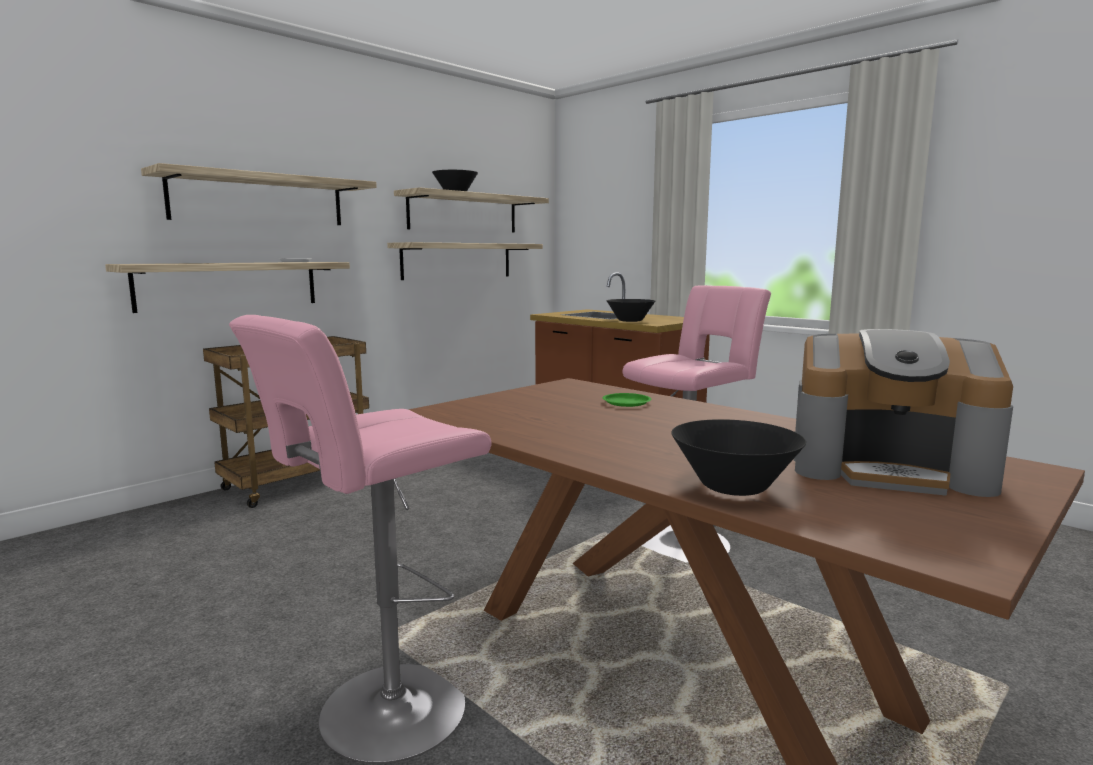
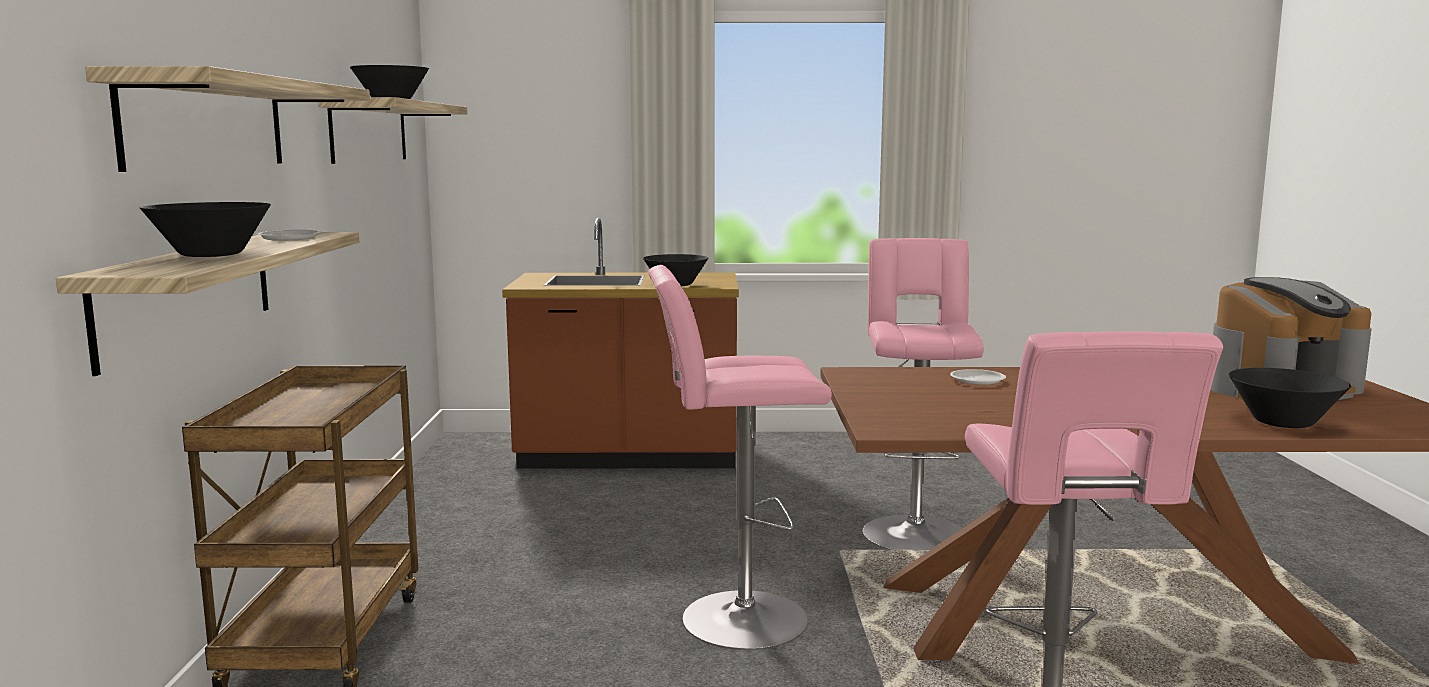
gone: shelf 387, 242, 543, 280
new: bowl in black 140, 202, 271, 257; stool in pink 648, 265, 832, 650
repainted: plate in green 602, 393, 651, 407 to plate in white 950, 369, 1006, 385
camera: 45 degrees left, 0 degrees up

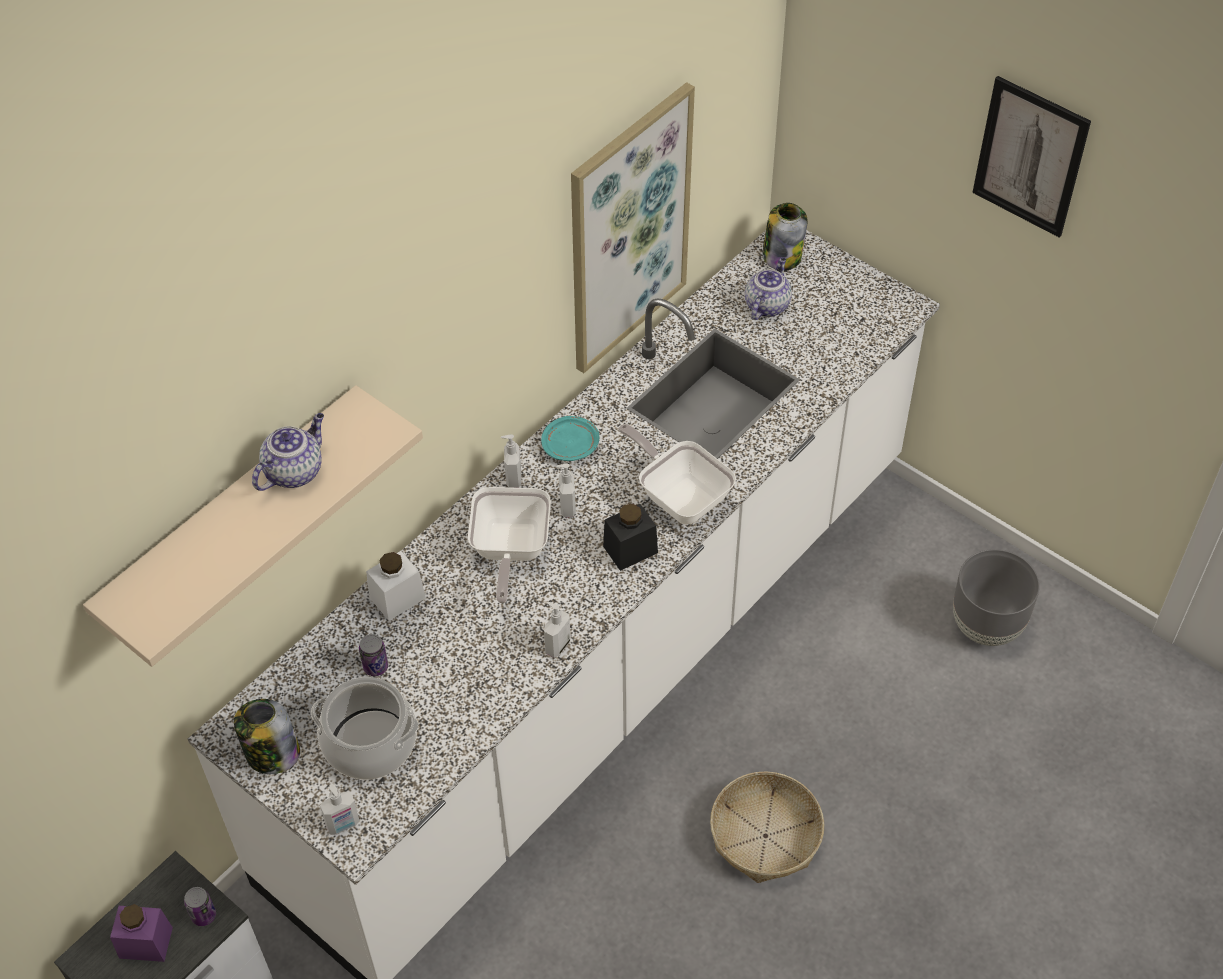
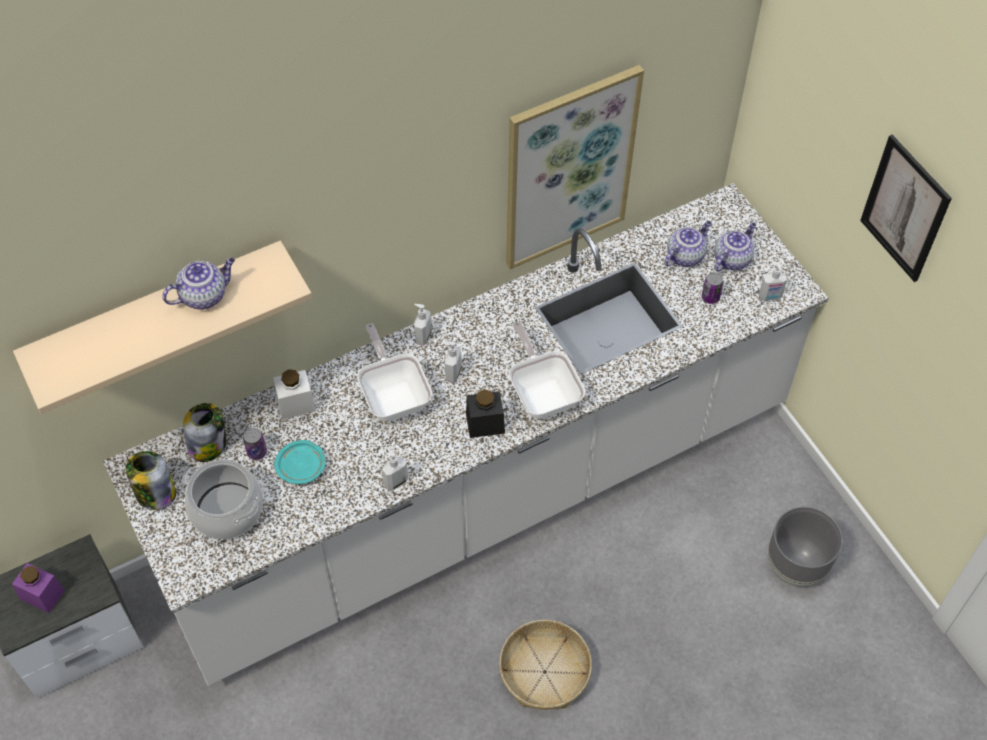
new: teapot 714, 222, 756, 272
shifted: can 184, 887, 216, 926 to 702, 272, 724, 304; soap dispenser 320, 784, 360, 835 to 759, 262, 787, 301; plate in turquoise 541, 416, 599, 461 to 274, 440, 326, 484; jar 762, 203, 808, 271 to 183, 403, 226, 462
rotated: frying pan 468, 487, 551, 603 = 357, 324, 432, 421 135 degrees clockwise
camera: 20 degrees right, 5 degrees up

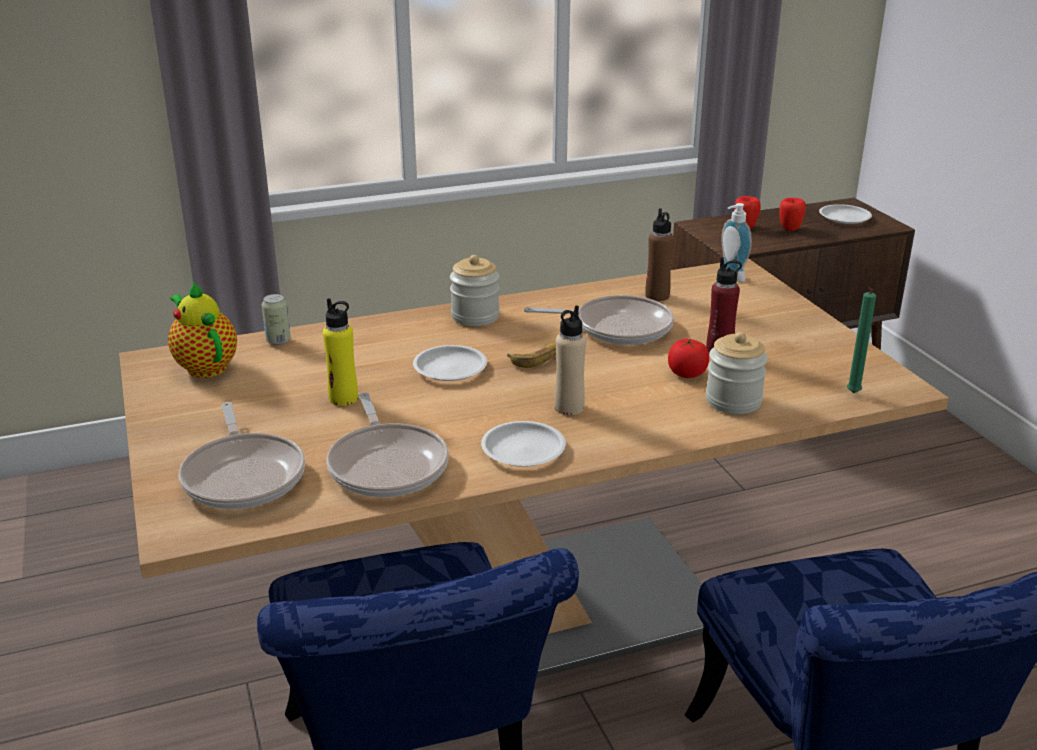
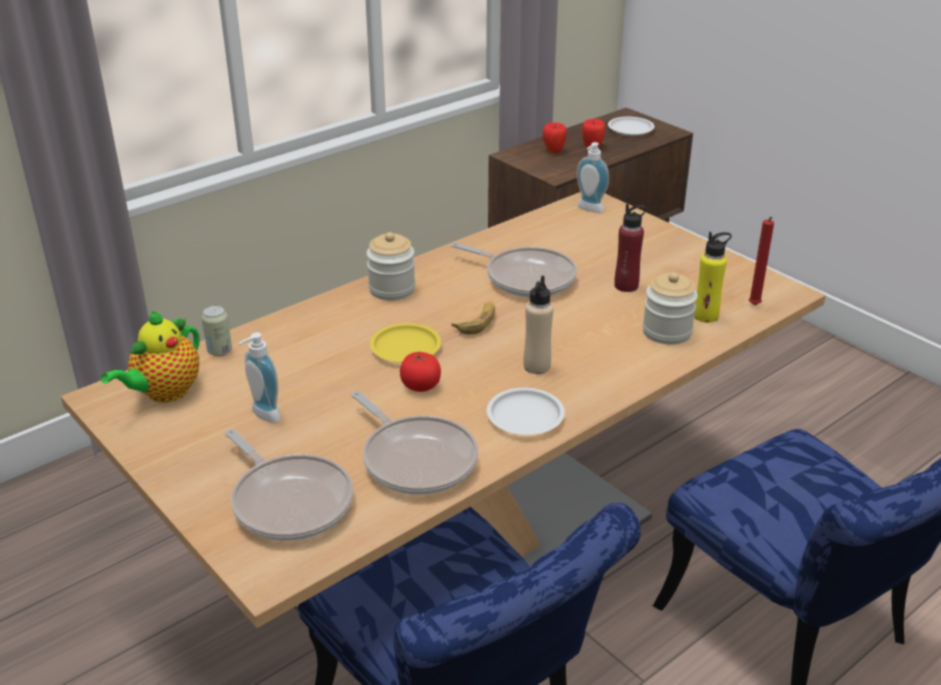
gone: bottle in brown 645, 208, 674, 301
new: soap dispenser 239, 332, 281, 423
shifted: bottle in yellow 323, 298, 358, 406 to 694, 232, 732, 323; tomato 668, 338, 709, 378 to 400, 351, 441, 392
repainted: plate in white 413, 345, 487, 381 to plate in yellow 370, 323, 441, 363; candle in green 847, 287, 876, 393 to candle in red 749, 217, 774, 305
rotated: teapot 168, 281, 237, 378 = 101, 310, 200, 403 90 degrees counterclockwise; frying pan 524, 295, 674, 345 = 451, 242, 577, 298 45 degrees clockwise
camera: 20 degrees left, 5 degrees up

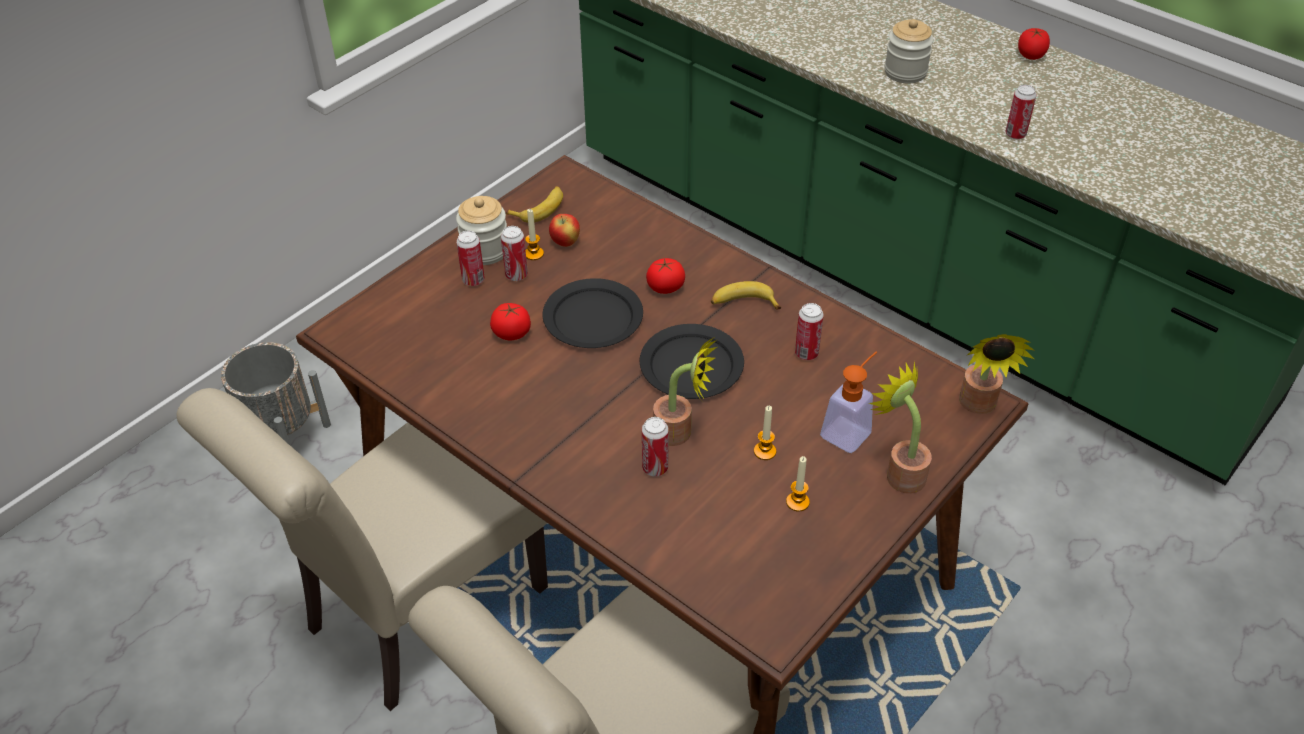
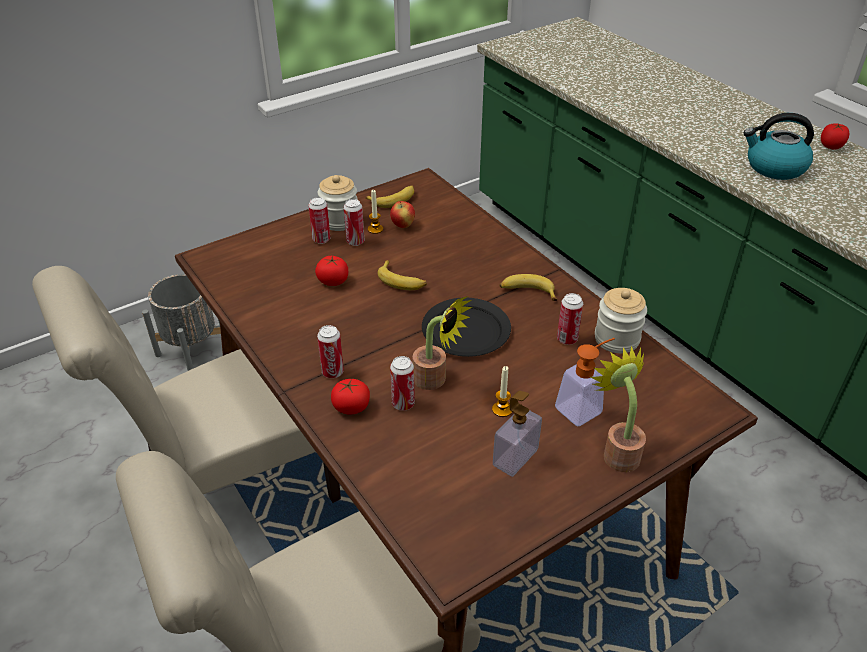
gone: potted plant 959, 334, 1034, 414
new: kettle 744, 113, 814, 180
shifted: tomato 646, 258, 685, 294 to 331, 379, 370, 415; jar 884, 19, 934, 83 to 595, 288, 647, 353; can 1005, 85, 1036, 139 to 317, 325, 344, 378
swapped: plate in black 543, 278, 643, 348 to banana 377, 260, 427, 290; candle 786, 456, 810, 511 to soap dispenser 493, 391, 542, 477
camera: 15 degrees right, 5 degrees down

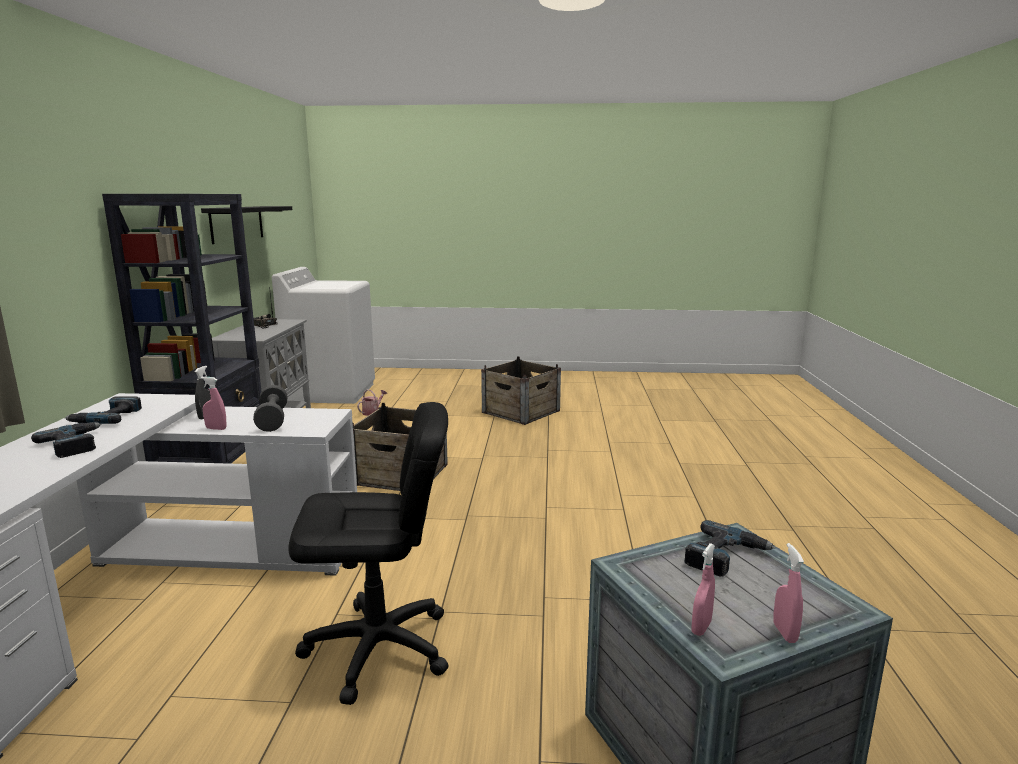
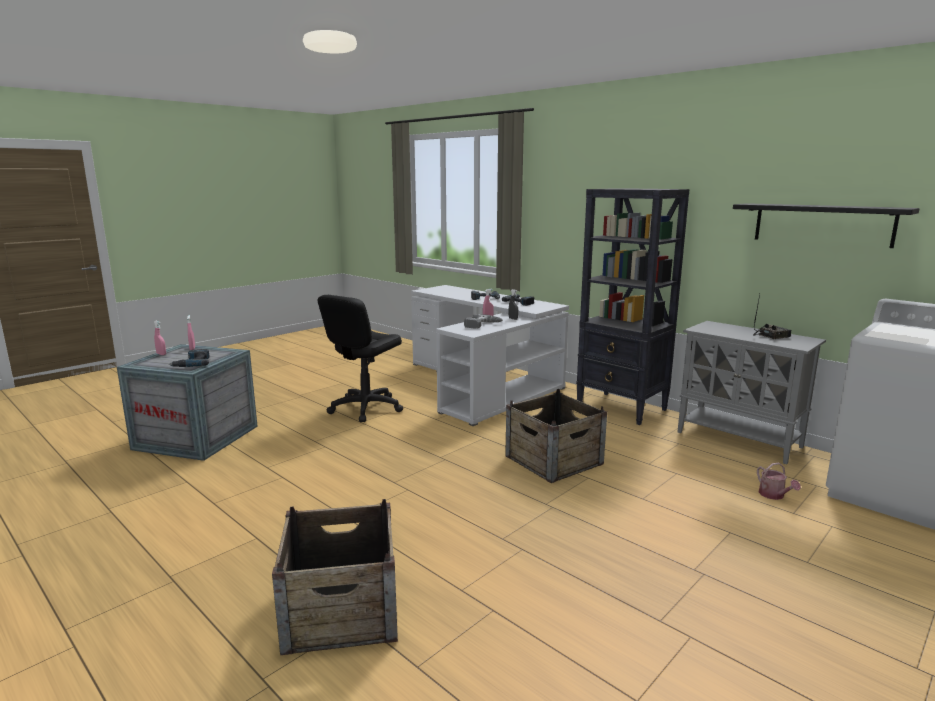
shifted: crate 481, 356, 561, 425 to 272, 499, 398, 655
swapped: dumbbell in grey 253, 385, 288, 432 to power drill 464, 314, 503, 329
camera: 130 degrees right, 0 degrees up

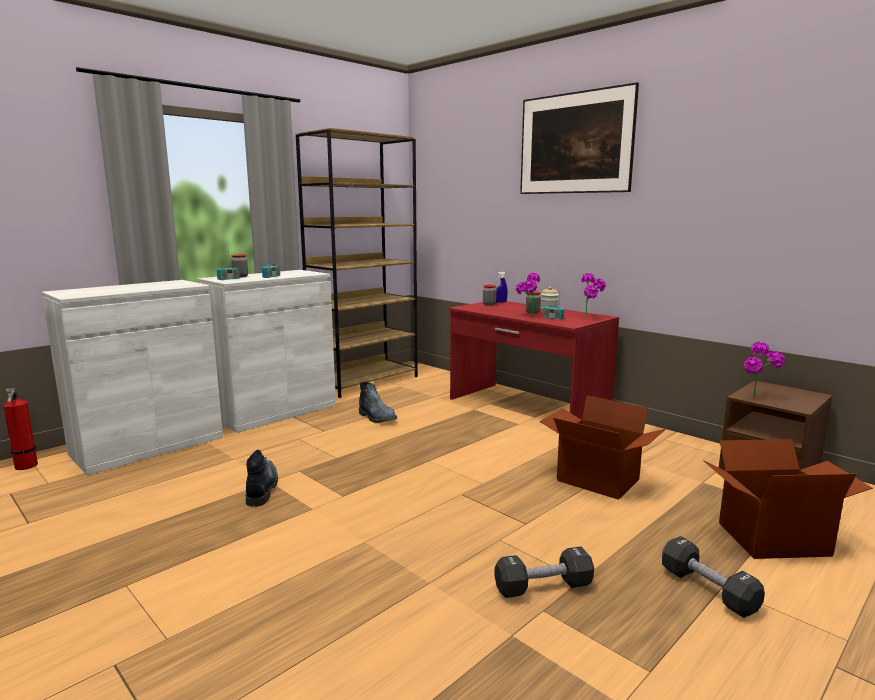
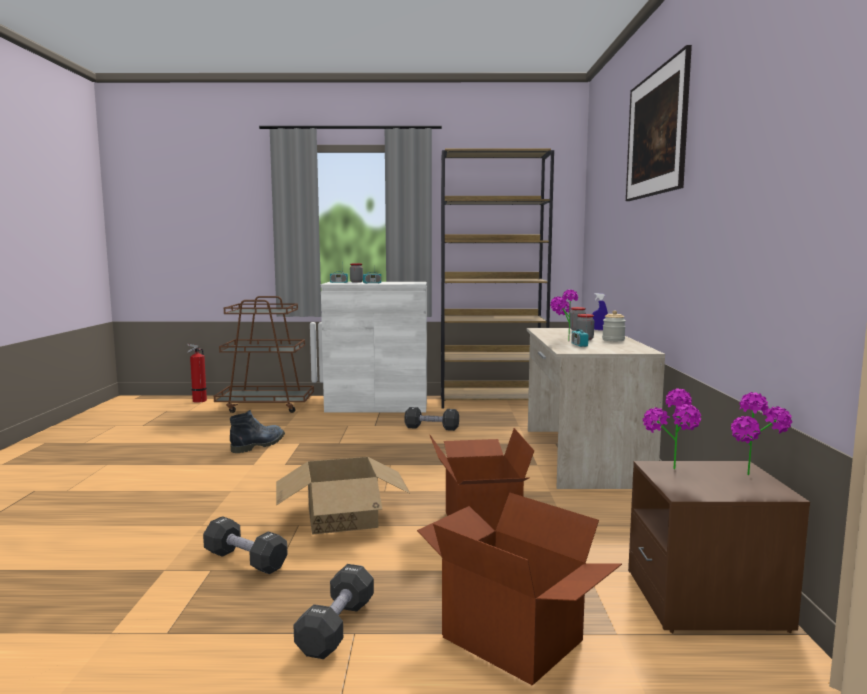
new: cardboard box 276, 457, 410, 535
shifted: potted plant 581, 273, 606, 317 to 731, 392, 792, 475
swapped: cabinet in white 42, 280, 223, 475 to cart in brown 214, 296, 314, 413; boot 359, 382, 397, 423 to dumbbell in black 404, 407, 459, 431
repainted: desk in red 448, 301, 619, 420 to desk in beige 527, 328, 665, 489
camera: 45 degrees right, 5 degrees down

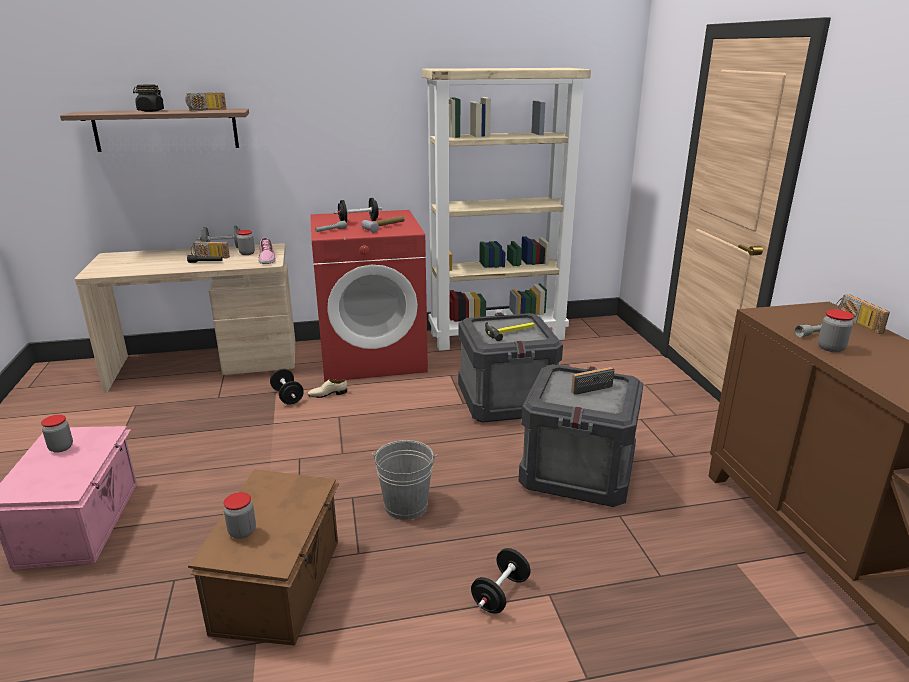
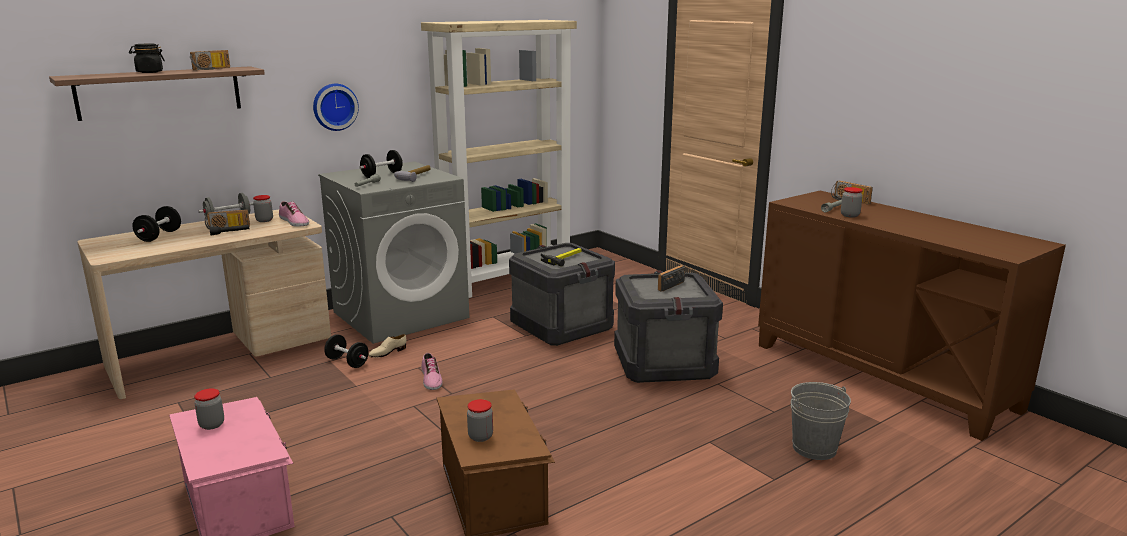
new: wall clock 313, 84, 359, 131; shoe 422, 353, 443, 390
shifted: bucket in grey 372, 440, 438, 520 to 791, 382, 851, 460; dumbbell in black 471, 548, 531, 614 to 132, 206, 181, 242
repainted: washing machine in red 310, 210, 428, 382 to washing machine in grey 318, 161, 469, 344
camera: 25 degrees left, 5 degrees down

